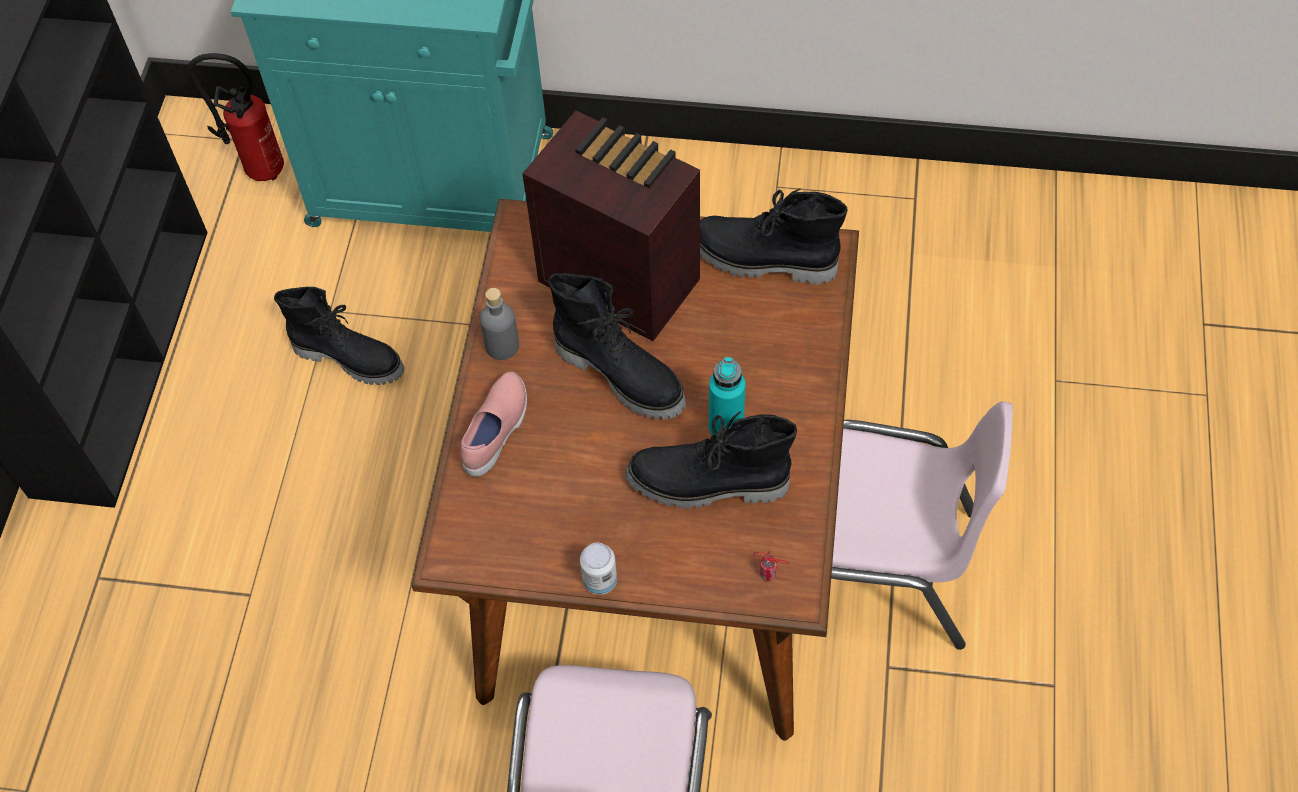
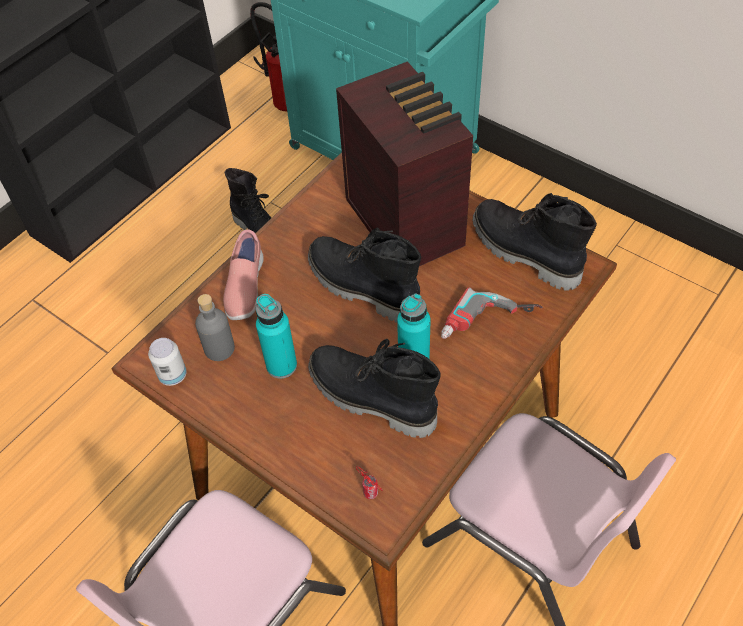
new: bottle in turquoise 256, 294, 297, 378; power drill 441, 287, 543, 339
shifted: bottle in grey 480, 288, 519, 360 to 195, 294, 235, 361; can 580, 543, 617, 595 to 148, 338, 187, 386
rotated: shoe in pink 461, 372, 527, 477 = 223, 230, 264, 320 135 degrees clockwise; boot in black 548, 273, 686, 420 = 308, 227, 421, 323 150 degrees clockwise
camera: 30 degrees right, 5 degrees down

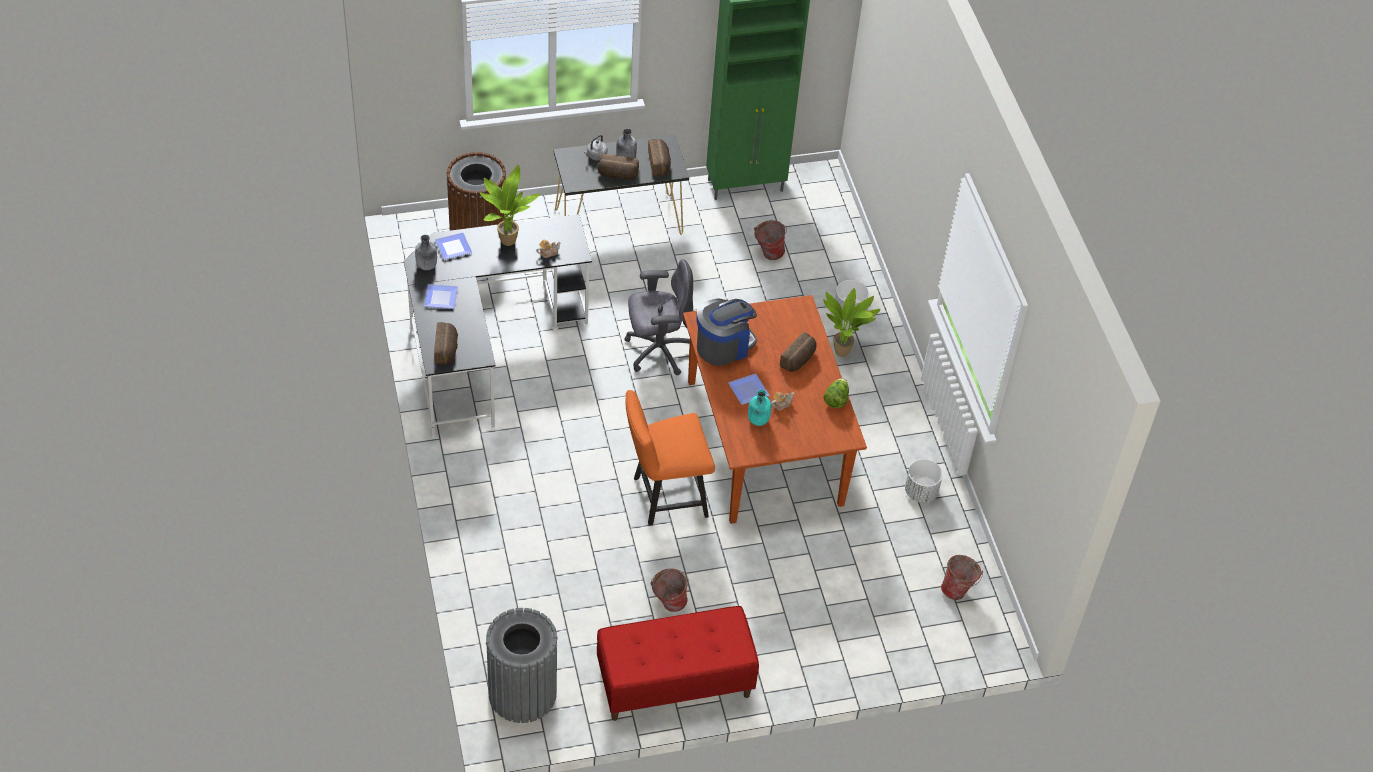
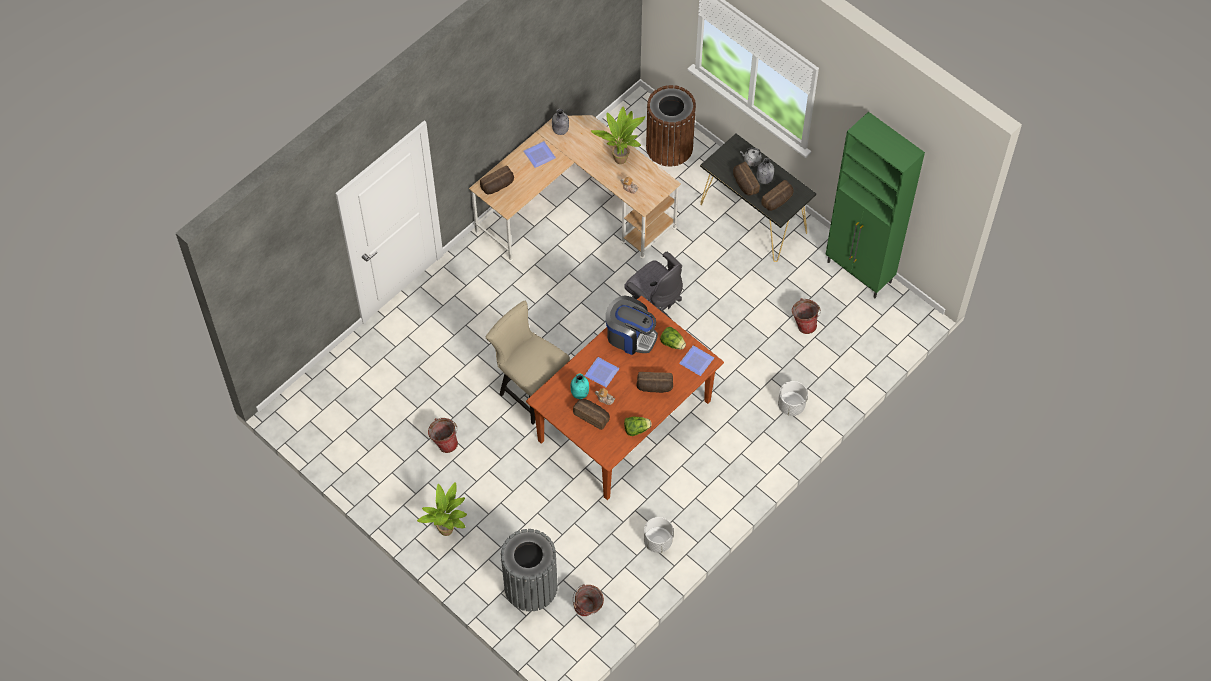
gone: bench in red 597, 606, 759, 721
new: bread 573, 399, 610, 430; lettuce 660, 327, 686, 350
shifted: plate 435, 233, 472, 260 to 679, 345, 714, 376; trash can in grey 486, 608, 558, 723 to 501, 529, 558, 612; potted plant 823, 288, 880, 357 to 417, 482, 467, 536
repainted: desk in black 404, 214, 592, 439 to desk in beige 469, 115, 681, 262; chair in orange 625, 390, 715, 525 to chair in beige 486, 301, 570, 425
camera: 60 degrees right, 10 degrees up

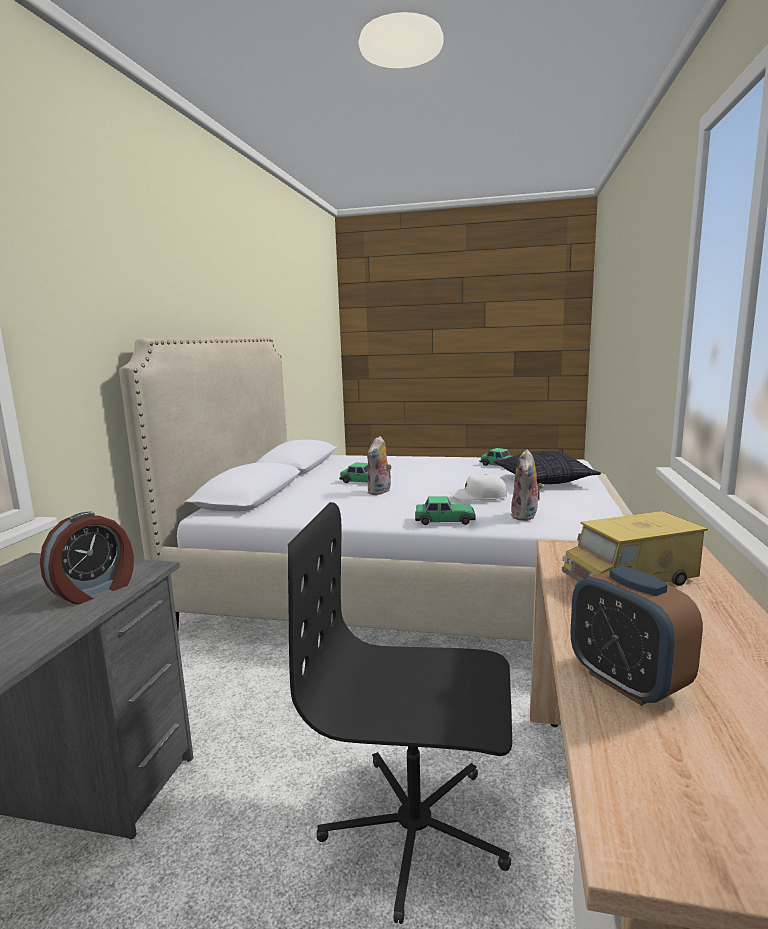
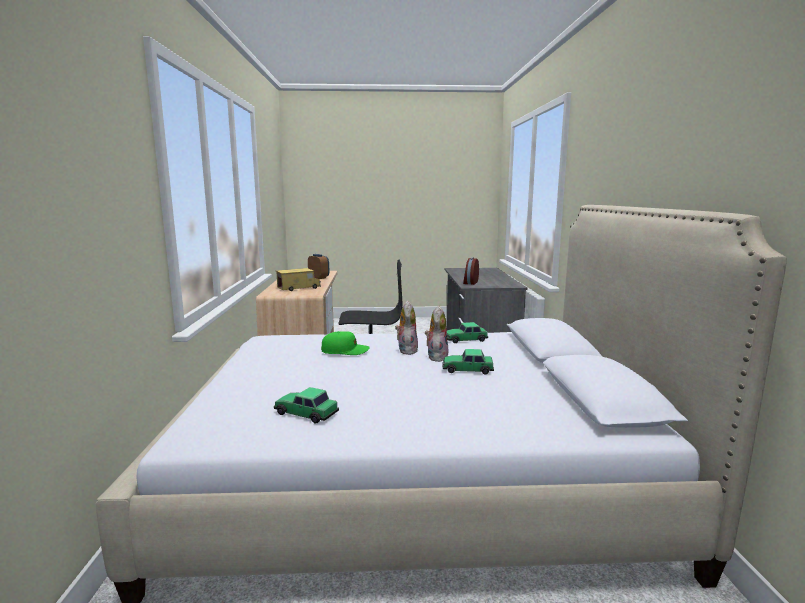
gone: pillow 494, 451, 601, 484
shifted: toy car 415, 496, 476, 525 to 447, 322, 488, 343; plush toy 511, 449, 543, 521 to 395, 301, 418, 355
repainted: cap in white 450, 473, 507, 500 to cap in green 321, 331, 370, 355
camera: 165 degrees right, 0 degrees up

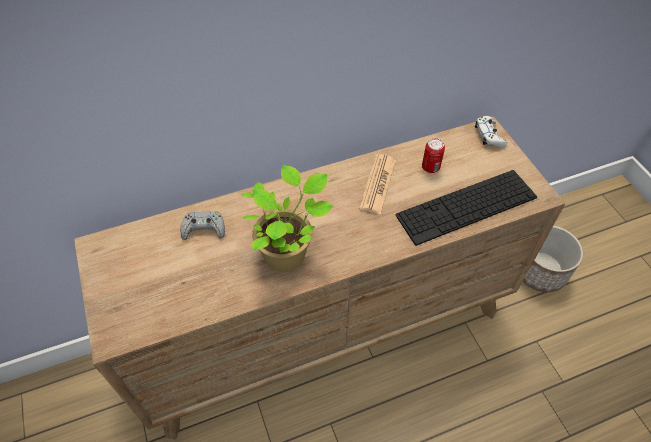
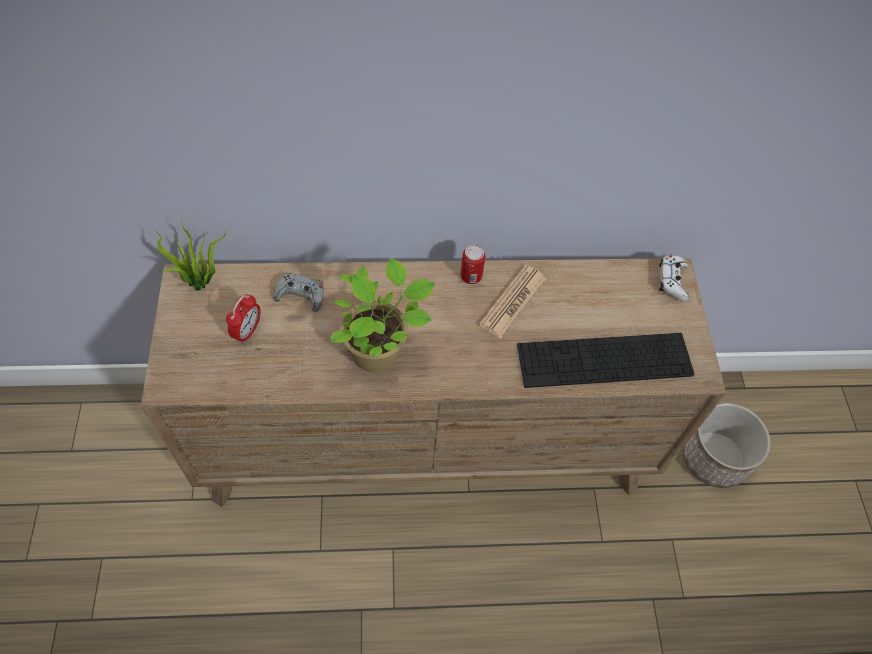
new: potted plant 154, 219, 226, 291; alarm clock 226, 293, 261, 344
shifted: can 422, 138, 445, 173 to 460, 244, 486, 284
camera: 15 degrees right, 5 degrees up

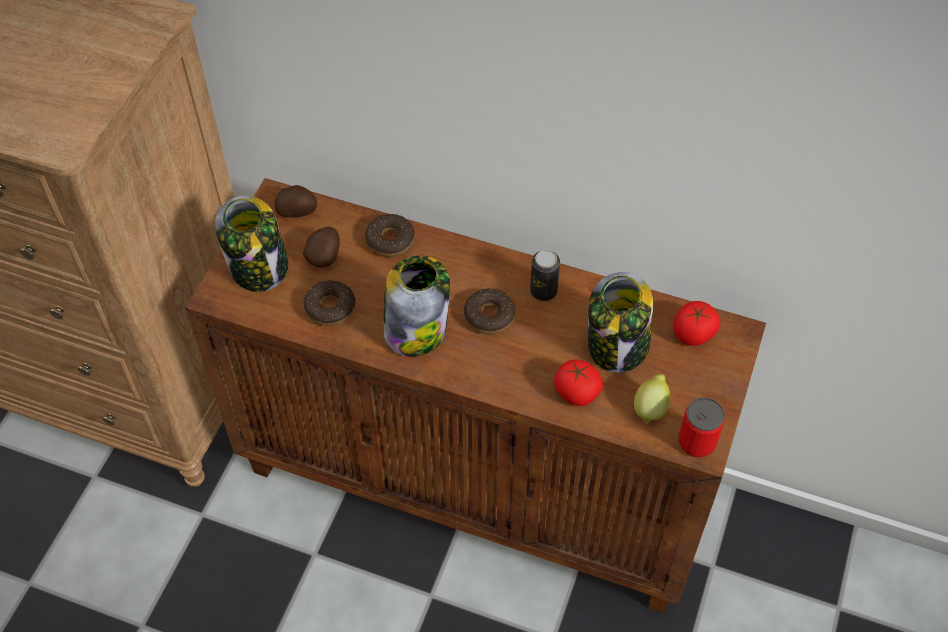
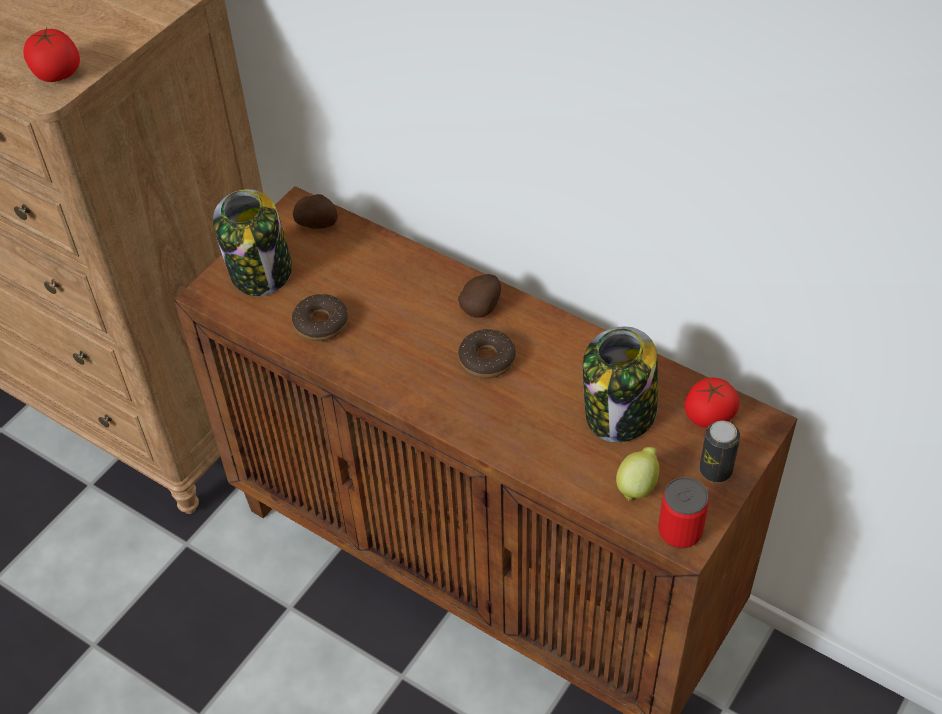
gone: donut 365, 214, 415, 257; jar 383, 256, 450, 357
shifted: potato 303, 227, 340, 268 to 458, 274, 501, 317; can 530, 250, 560, 301 to 700, 421, 740, 482; tomato 554, 359, 603, 406 to 23, 27, 80, 82
camera: 15 degrees right, 5 degrees down

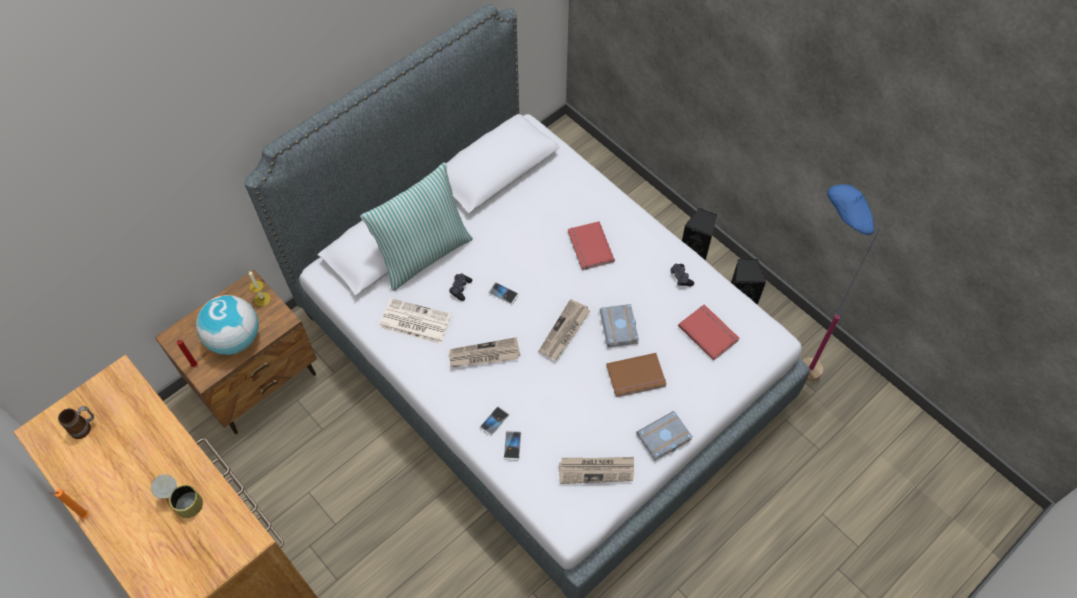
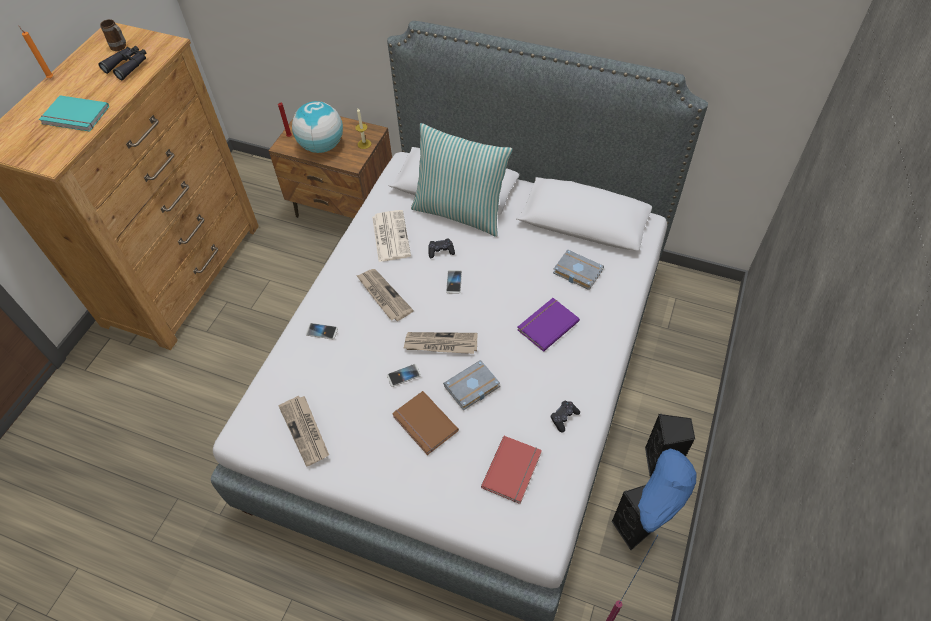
new: binoculars in black 98, 46, 147, 80
shifted: phone 504, 430, 521, 460 to 387, 364, 421, 387; book in grey 636, 411, 693, 461 to 553, 249, 604, 290
swapped: can 151, 474, 203, 518 to book in turquoise 39, 95, 109, 132
repainted: book in red 568, 221, 615, 270 to book in purple 517, 298, 580, 352
camera: 65 degrees right, 5 degrees down

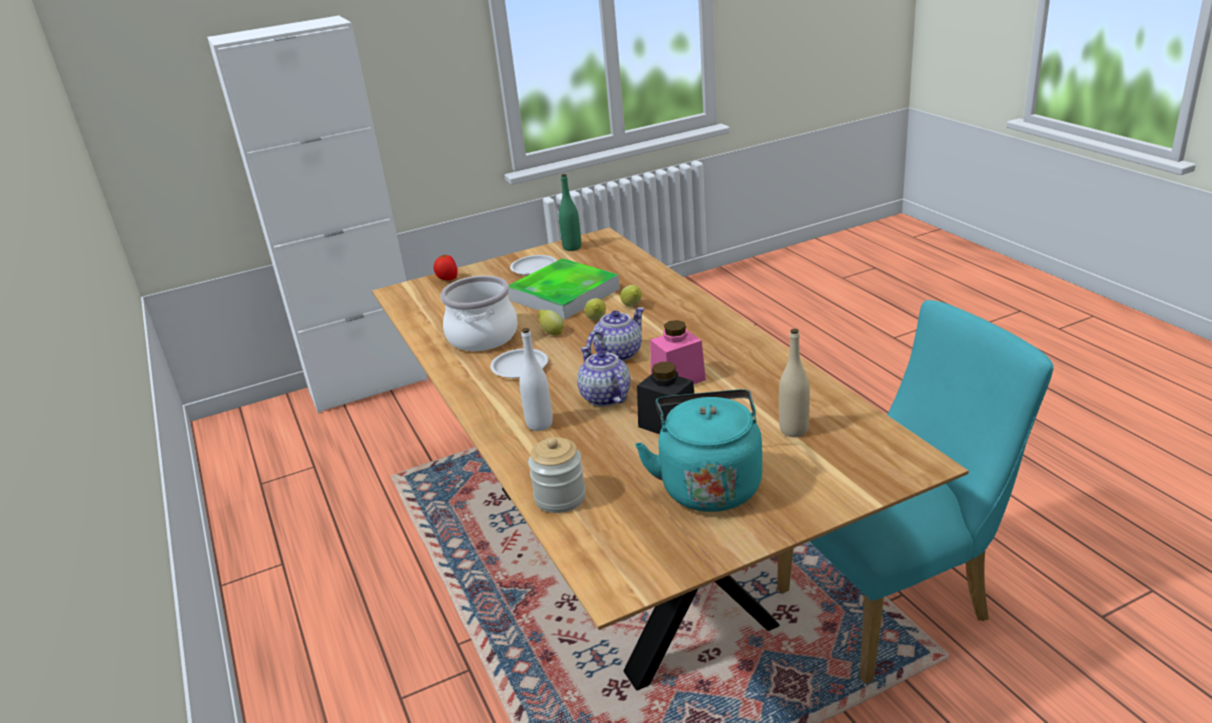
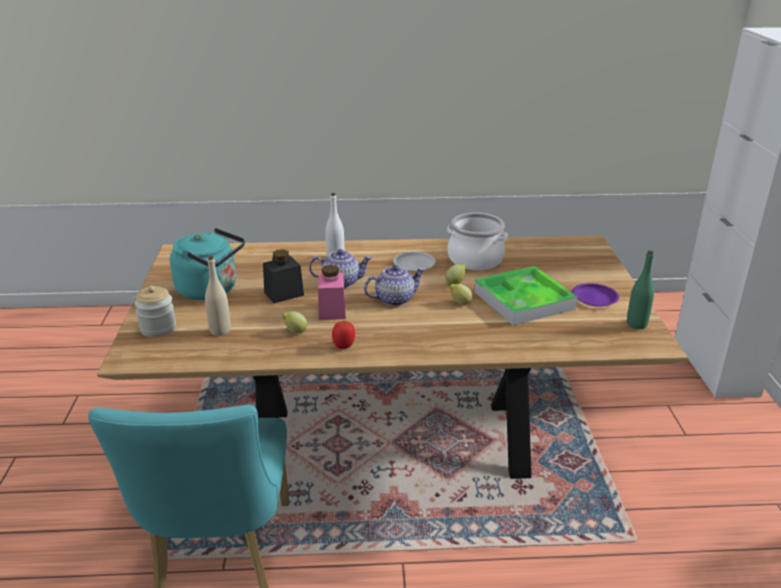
shifted: tomato 434, 254, 458, 281 to 332, 321, 355, 349; jar 528, 437, 586, 513 to 134, 286, 176, 337; lemon 620, 285, 642, 306 to 282, 311, 307, 333
repainted: plate in white 510, 255, 557, 276 to plate in purple 572, 283, 619, 307
rotated: teapot 586, 307, 645, 361 = 364, 265, 425, 306 90 degrees counterclockwise
camera: 110 degrees right, 0 degrees up

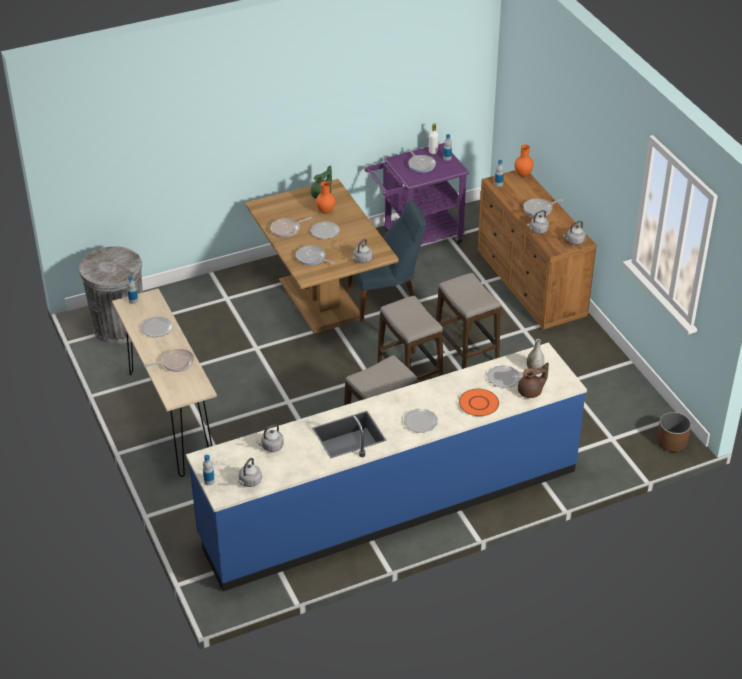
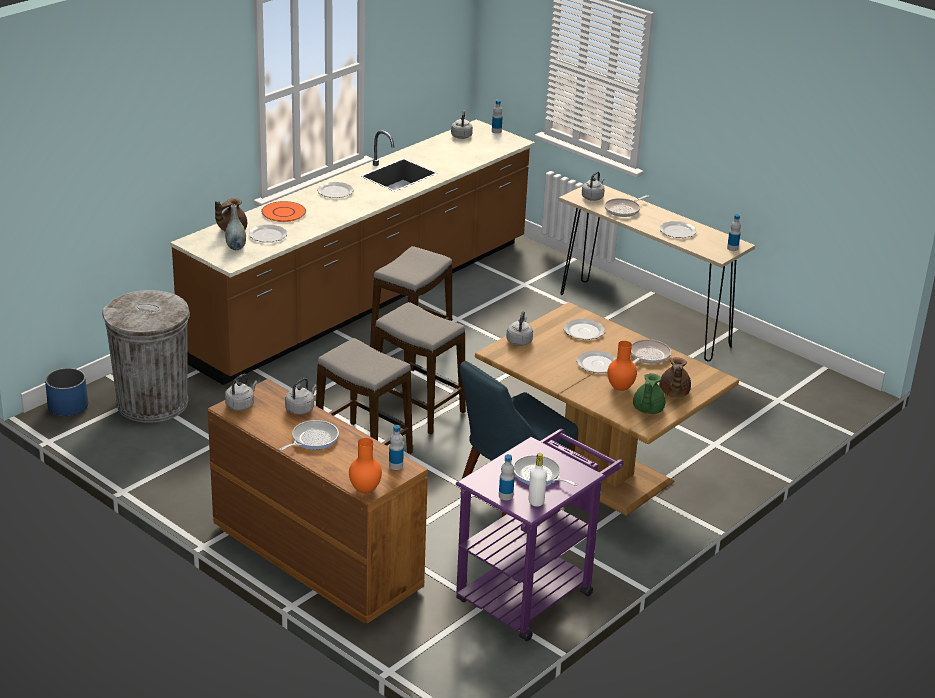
new: teapot in brown 659, 357, 691, 397
shifted: trash can in grey 79, 246, 143, 344 to 102, 290, 190, 423; kettle in grey 256, 424, 284, 452 to 582, 171, 605, 201
swapped: frying pan 296, 245, 336, 265 to plate 564, 319, 605, 340
repainted: counter in blue 186, 342, 587, 591 to counter in brown 170, 119, 535, 385; planter in brown 656, 412, 691, 452 to planter in blue 45, 368, 88, 417
camera: 155 degrees right, 10 degrees down

